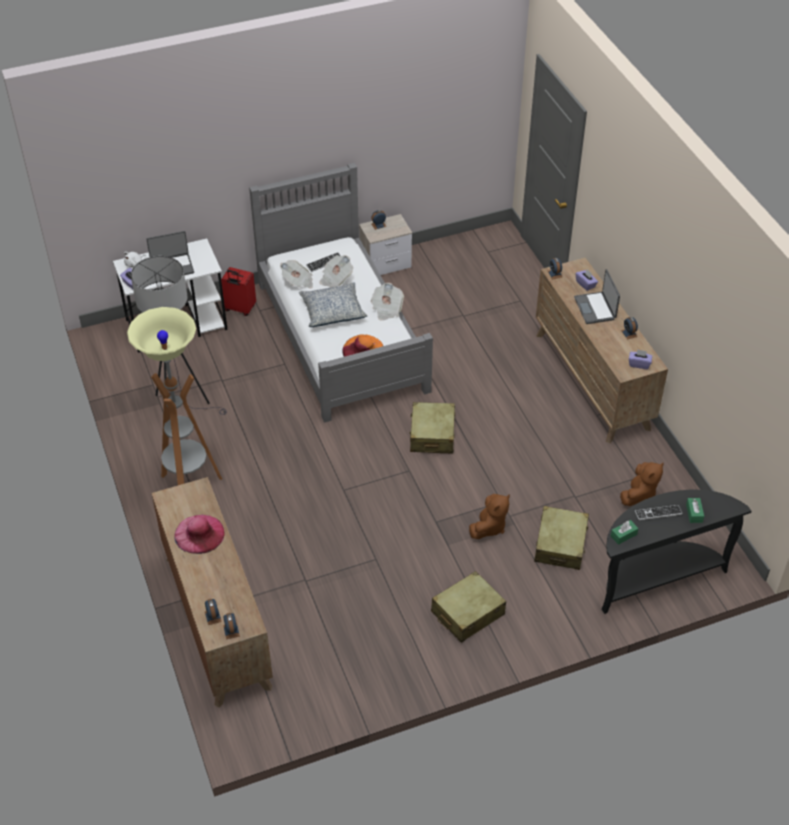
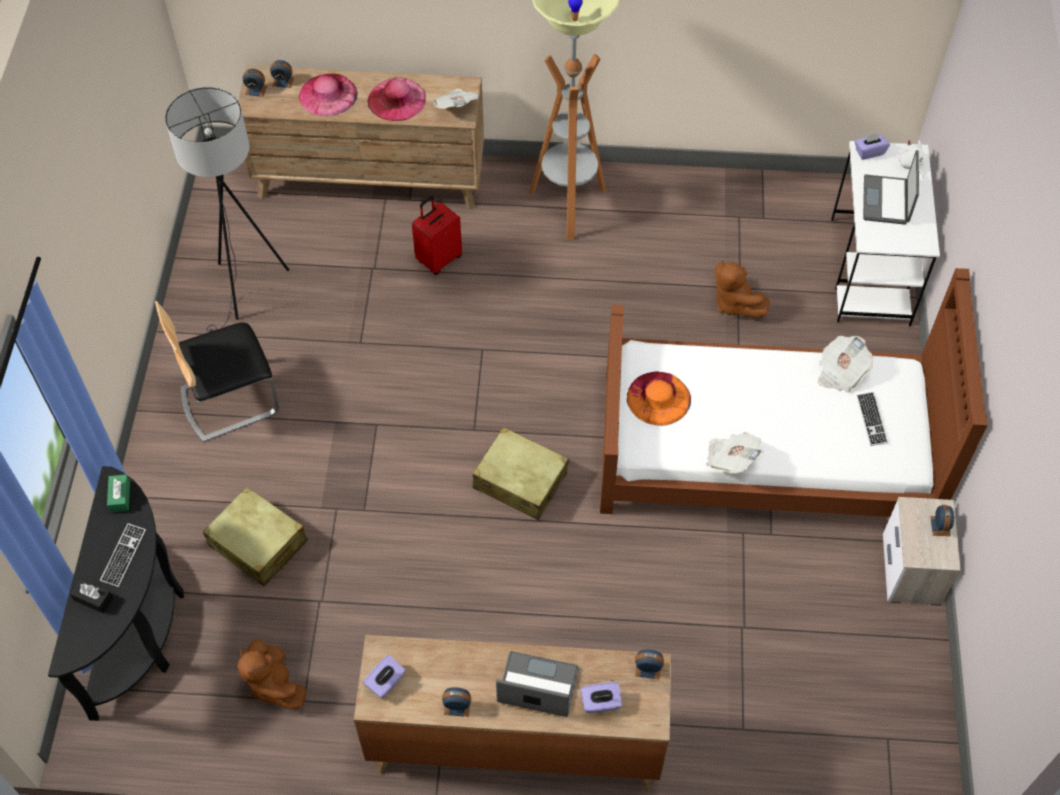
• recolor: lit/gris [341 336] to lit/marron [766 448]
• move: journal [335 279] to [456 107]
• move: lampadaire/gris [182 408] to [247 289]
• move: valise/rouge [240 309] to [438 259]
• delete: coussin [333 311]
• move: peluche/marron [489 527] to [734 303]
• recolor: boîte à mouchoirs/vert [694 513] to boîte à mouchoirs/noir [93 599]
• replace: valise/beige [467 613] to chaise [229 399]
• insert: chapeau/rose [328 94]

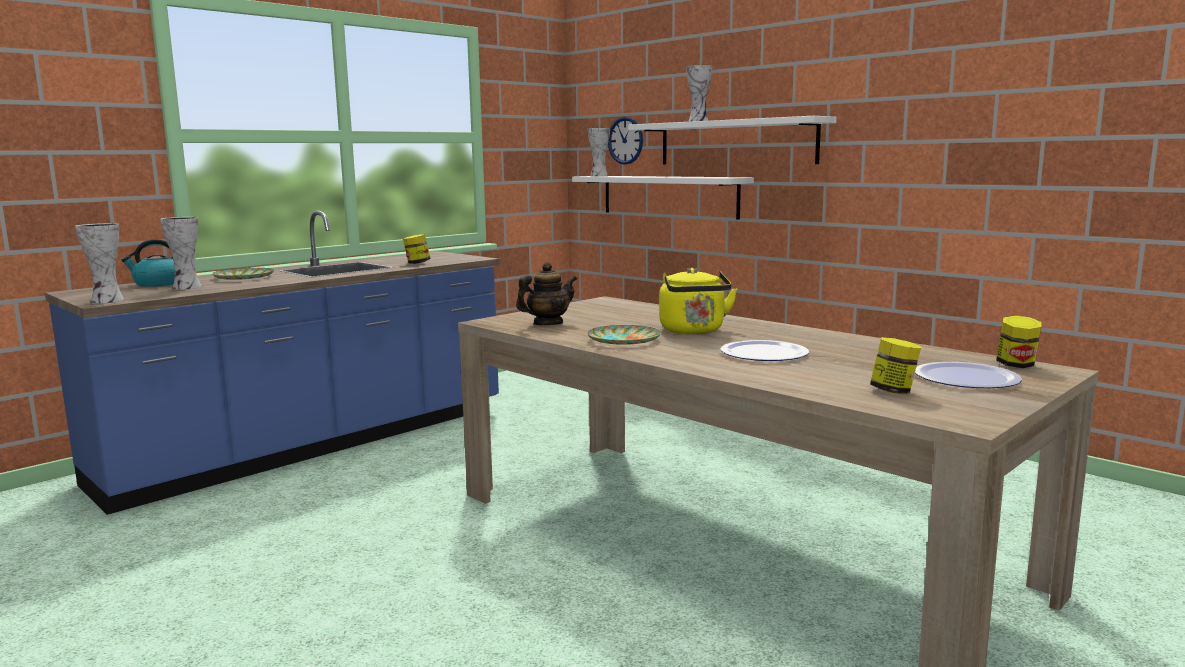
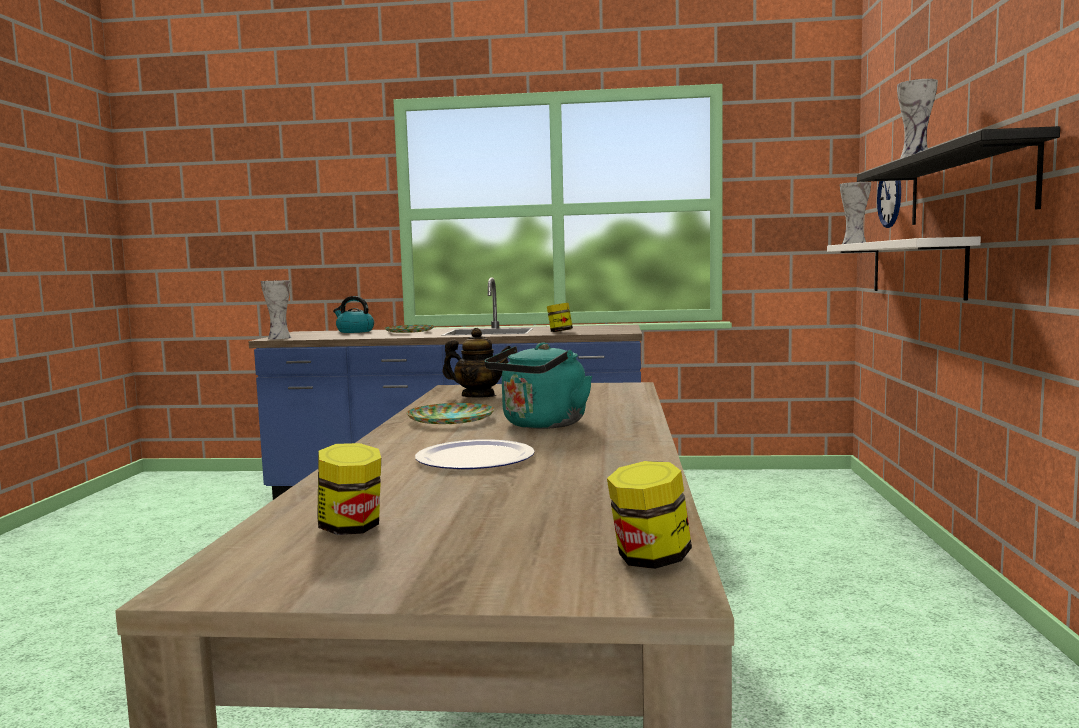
• recolor: étagère/blanc [735 142] to étagère/noir [967 186]
• delete: vase [185 287]
• recolor: bouilloire/jaune [693 331] to bouilloire/turquoise [541 425]
• delete: assiette [966 378]

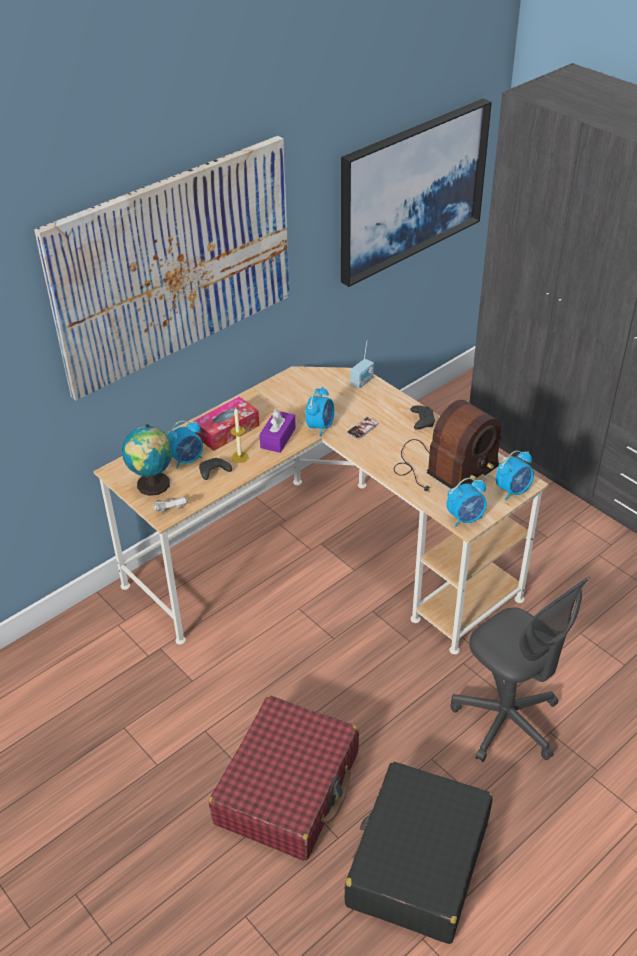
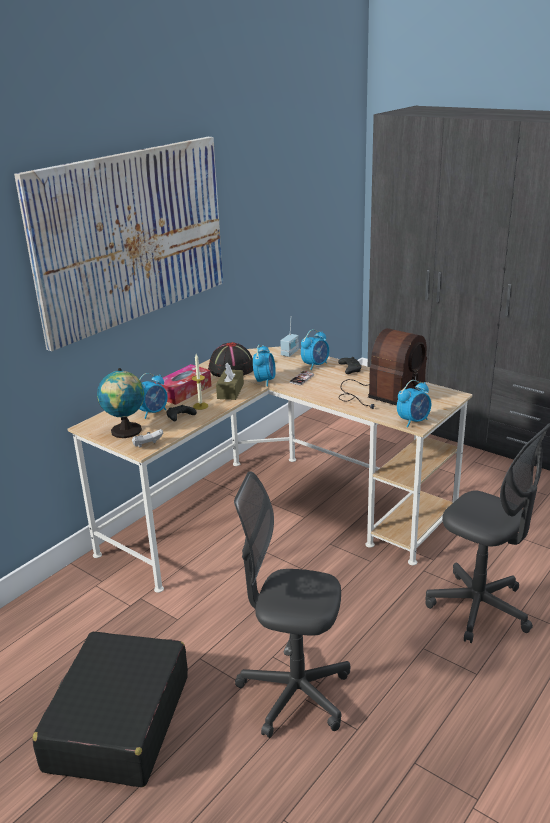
• delete: tableau [411 190]
• recolor: boîte à mouchoirs/violet [278 438] to boîte à mouchoirs/marron [230 391]
• move: réveil [513 490] to [315 365]
• replace: valise/rouge [288 788] to chaise de bureau/gris [294 694]
• move: valise/noir [417 862] to [118 722]
• insert: chapeau/noir [231 369]

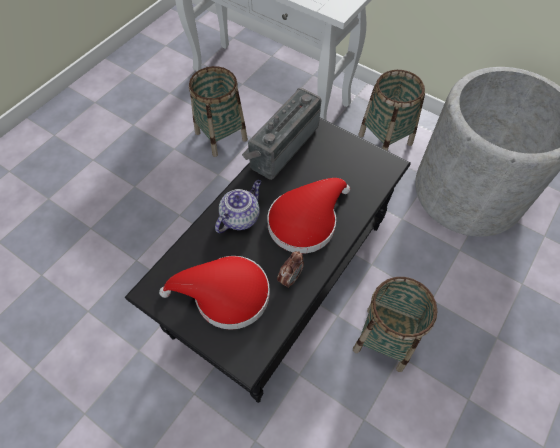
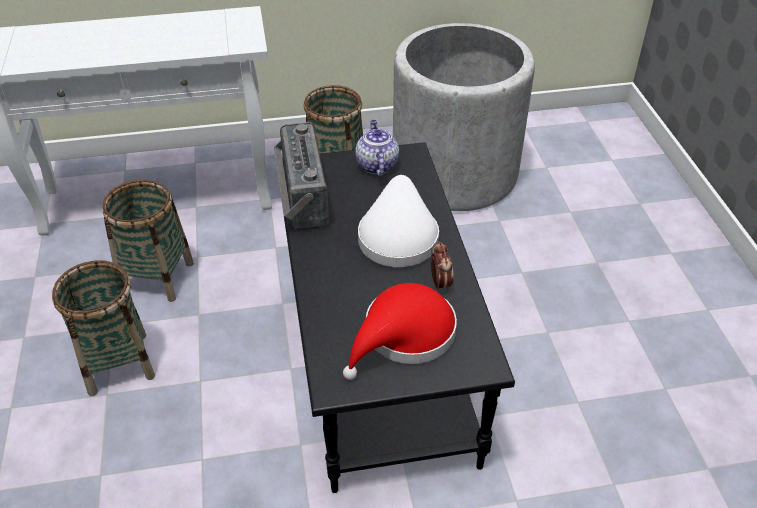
• recolor: chapeau/rouge [306 220] to chapeau/blanc [398 236]
• move: théière [240 217] to [376 165]
• move: panier [384 338] to [118 364]

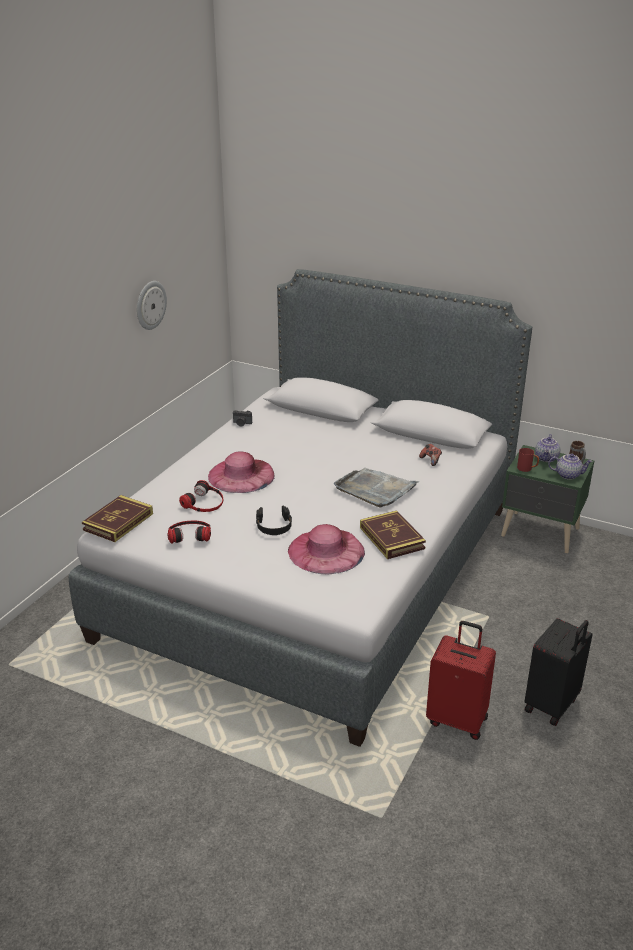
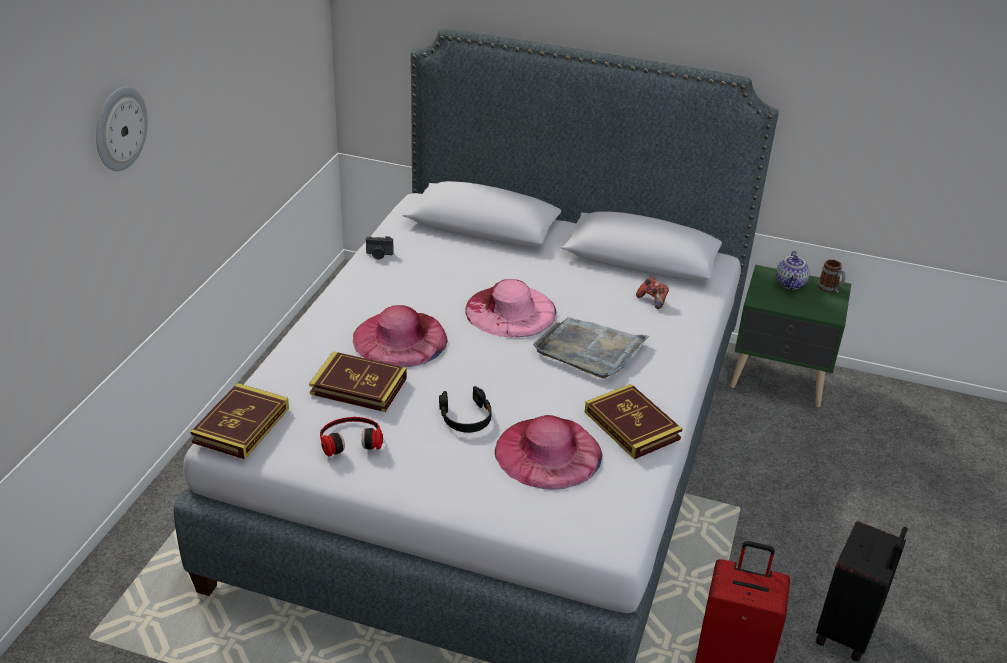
• move: horloge murale [150 305] to [119 128]
• delete: mug/rouge [527 469]
• delete: théière [568 475]
• replace: casque audio [204 502] to livre [358 386]
• insert: chapeau/rose [510 311]

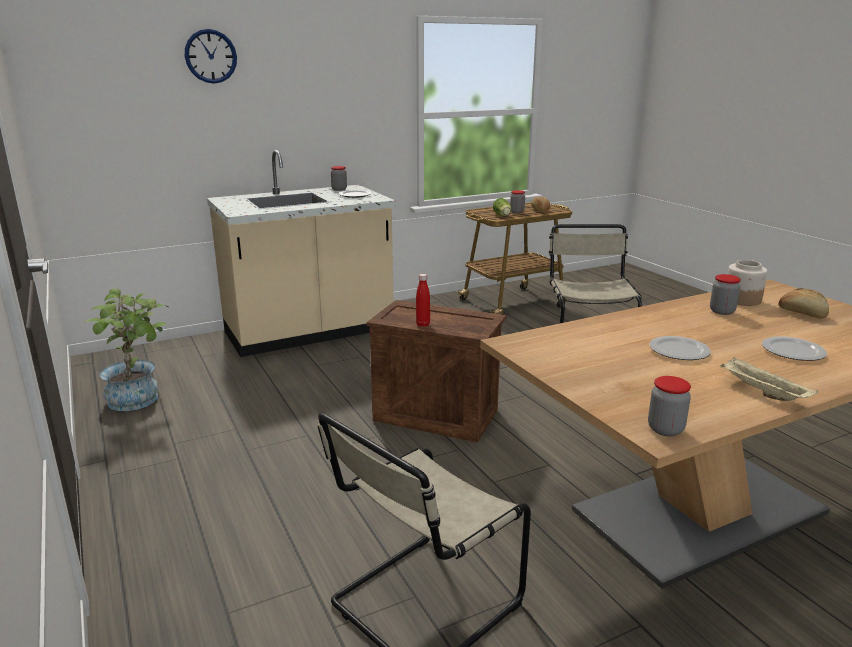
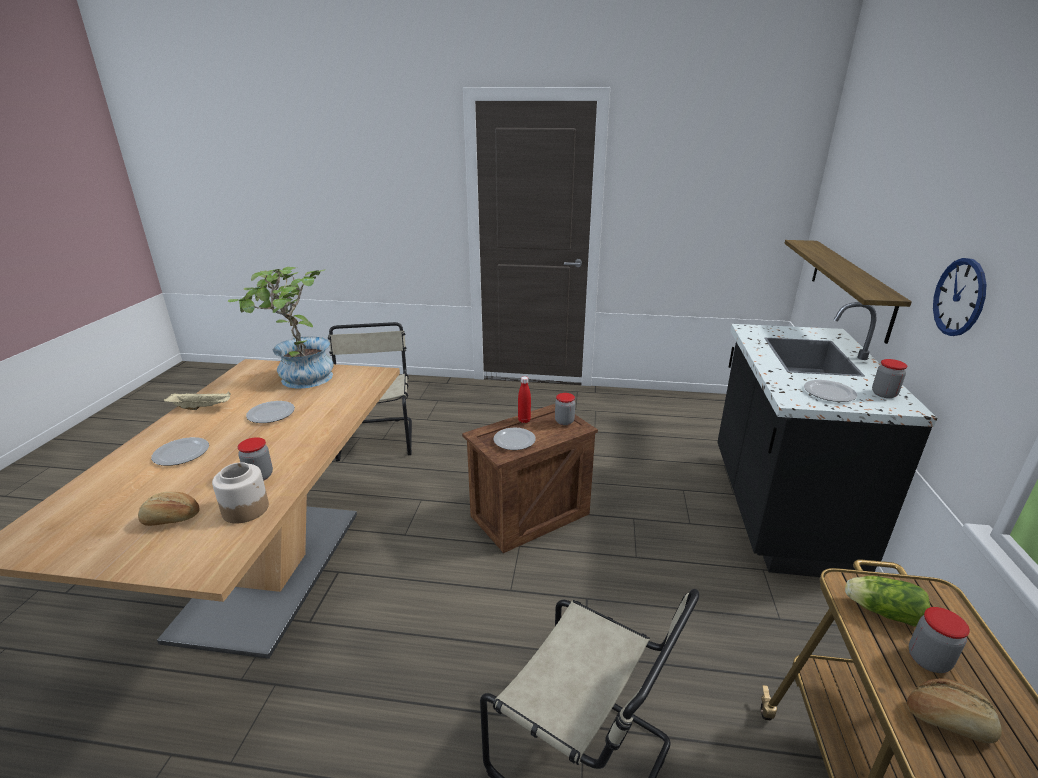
• move: horloge murale [210 56] to [959 297]
• recolor: comptoir de cuisine/beige [309 333] to comptoir de cuisine/noir [778 510]
• move: plante en pot [140 399] to [300 380]
• move: bocal [665 429] to [564 421]
• insert: étagère [850 286]
• insert: assiette [513 440]

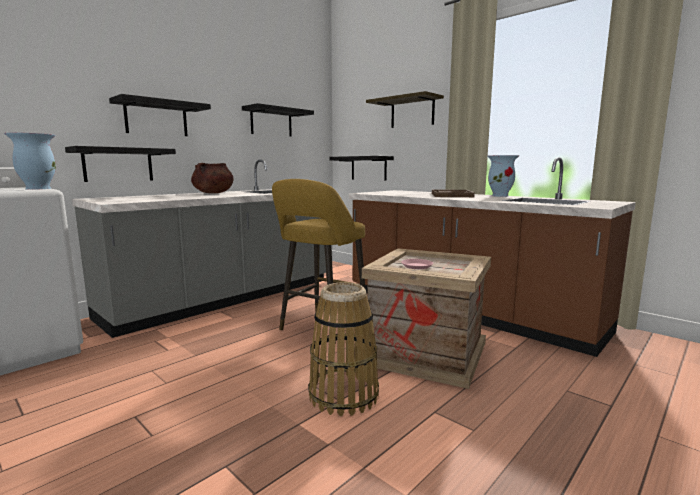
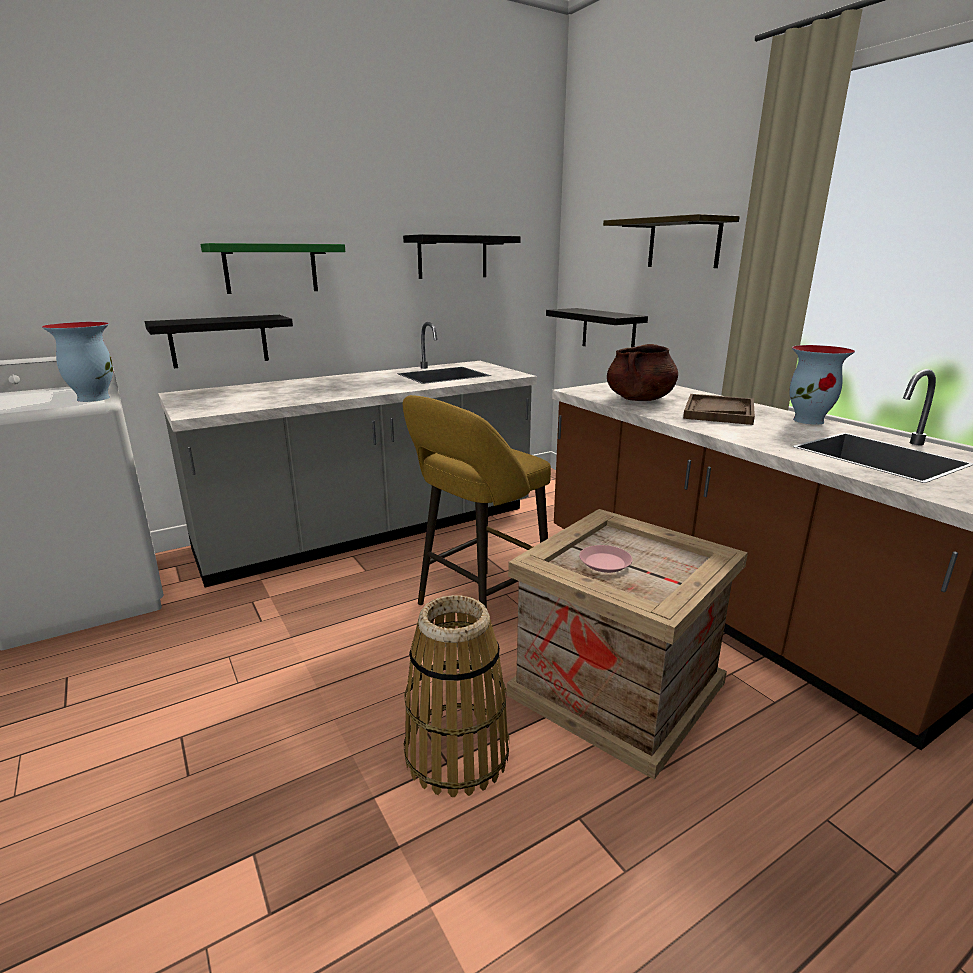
• recolor: étagère/noir [156 118] to étagère/vert [271 268]
• move: marmite/marron [213 193] to [639 399]

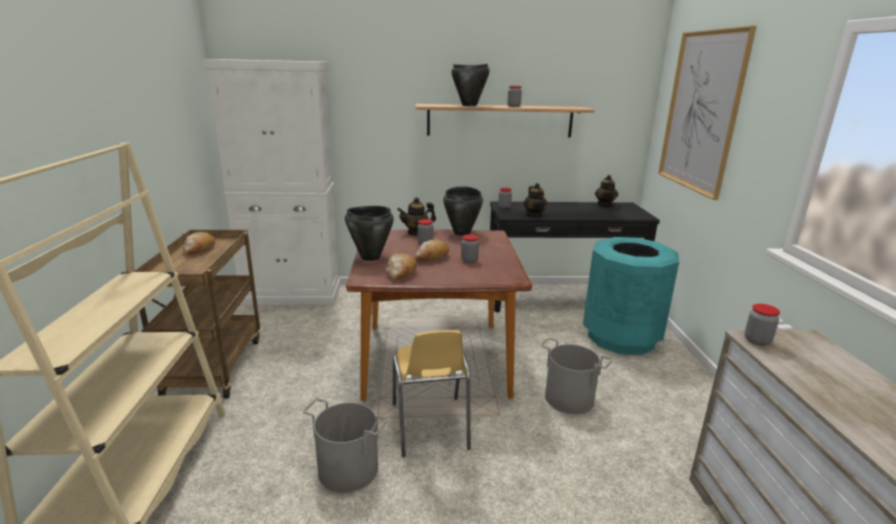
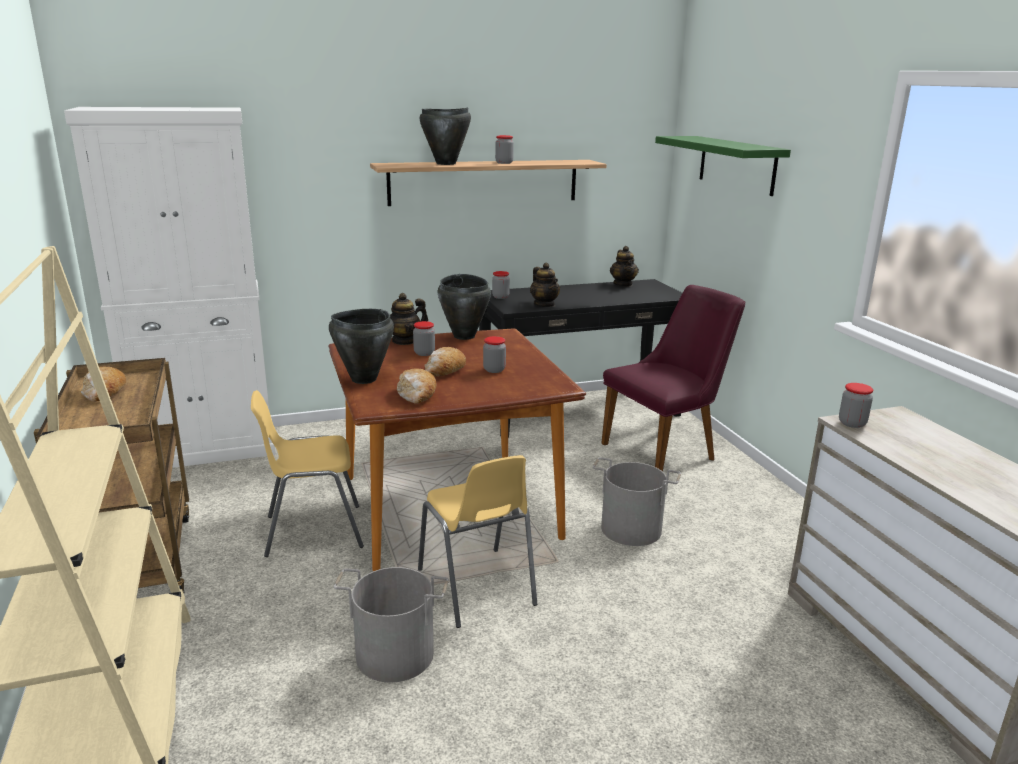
• replace: tableau [701 111] to étagère/vert [737 164]
• replace: poubelle/turquoise [621 337] to chaise/violet [667 450]
• insert: chaise/jaune [313 531]

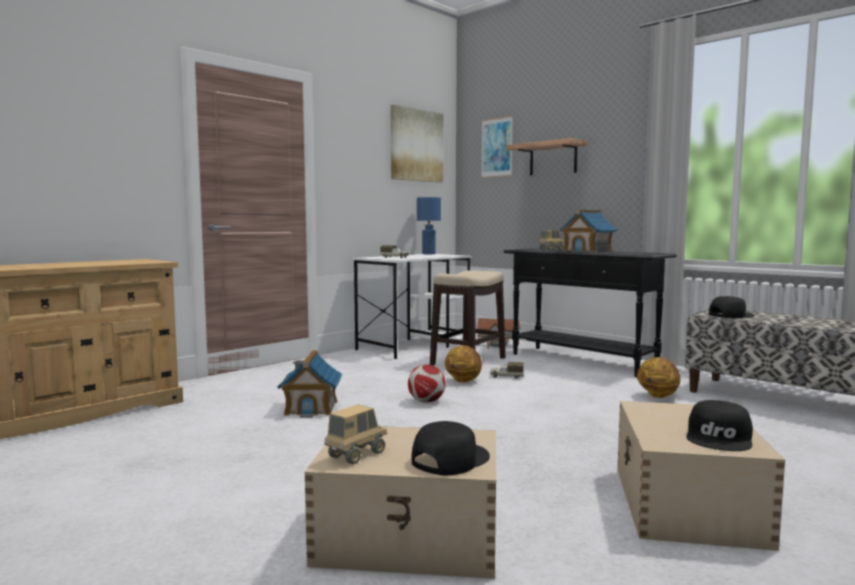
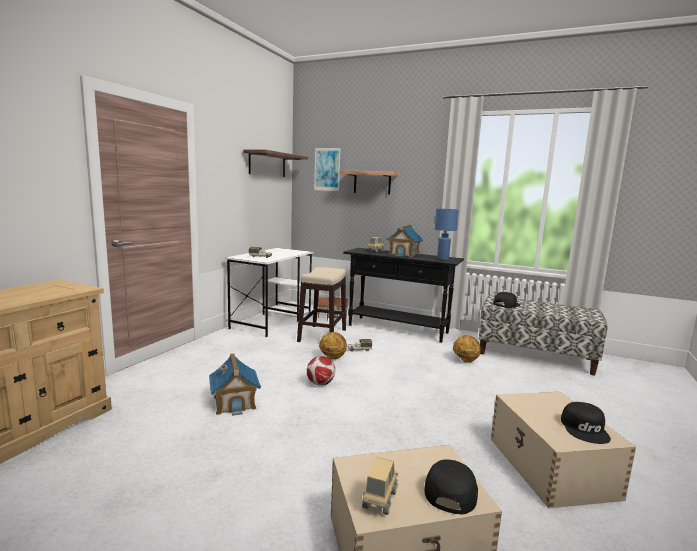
• replace: tableau [416 145] to étagère [267 164]
• move: lampe de table/bleu [428 254] to [442 259]

